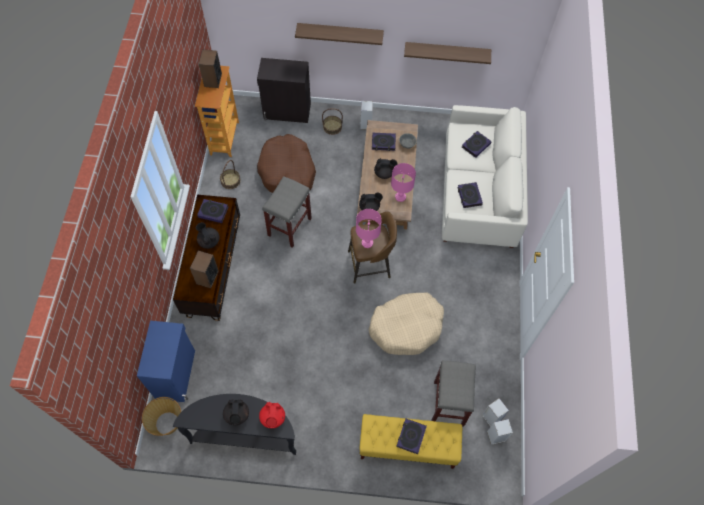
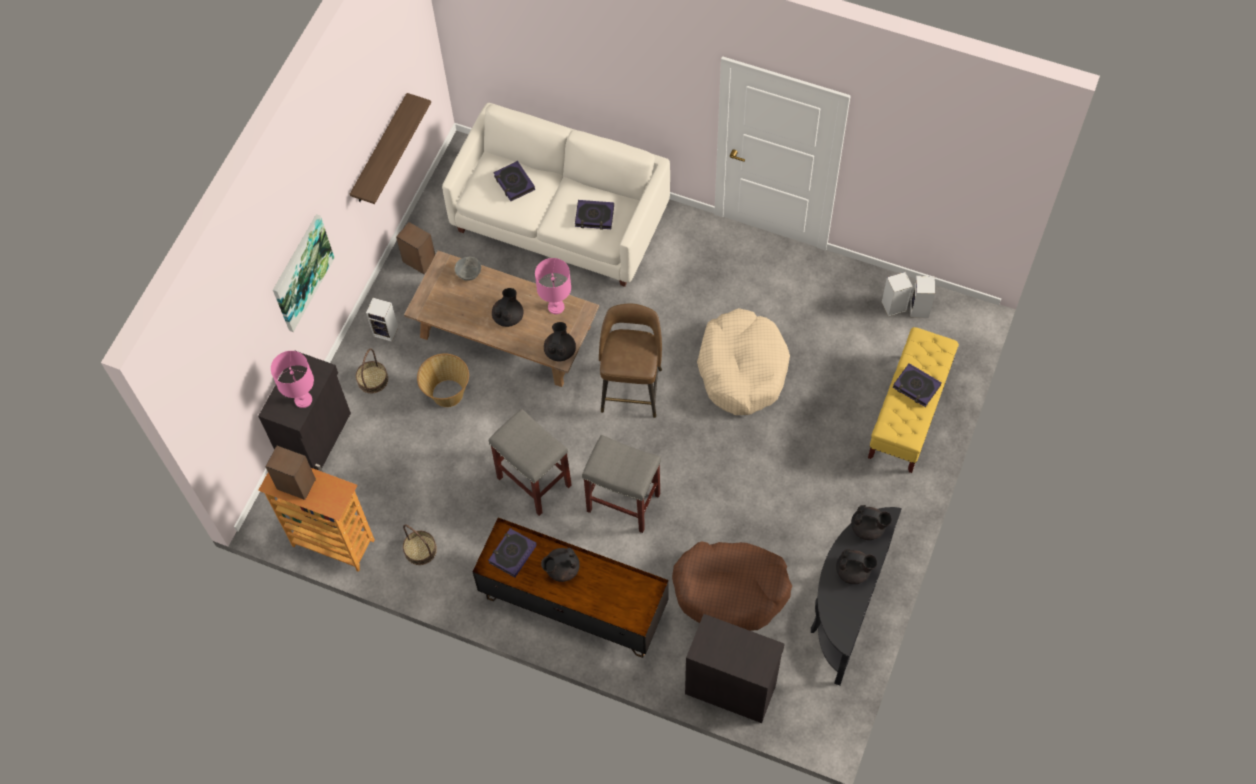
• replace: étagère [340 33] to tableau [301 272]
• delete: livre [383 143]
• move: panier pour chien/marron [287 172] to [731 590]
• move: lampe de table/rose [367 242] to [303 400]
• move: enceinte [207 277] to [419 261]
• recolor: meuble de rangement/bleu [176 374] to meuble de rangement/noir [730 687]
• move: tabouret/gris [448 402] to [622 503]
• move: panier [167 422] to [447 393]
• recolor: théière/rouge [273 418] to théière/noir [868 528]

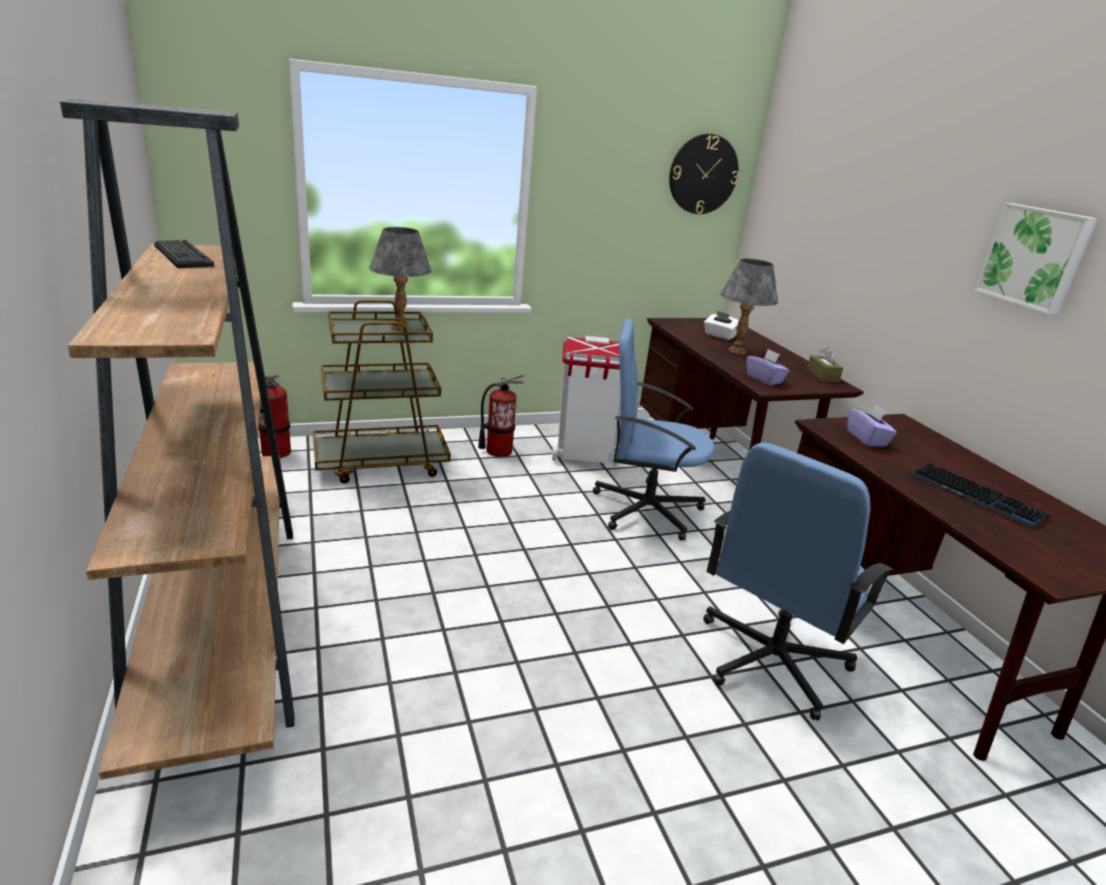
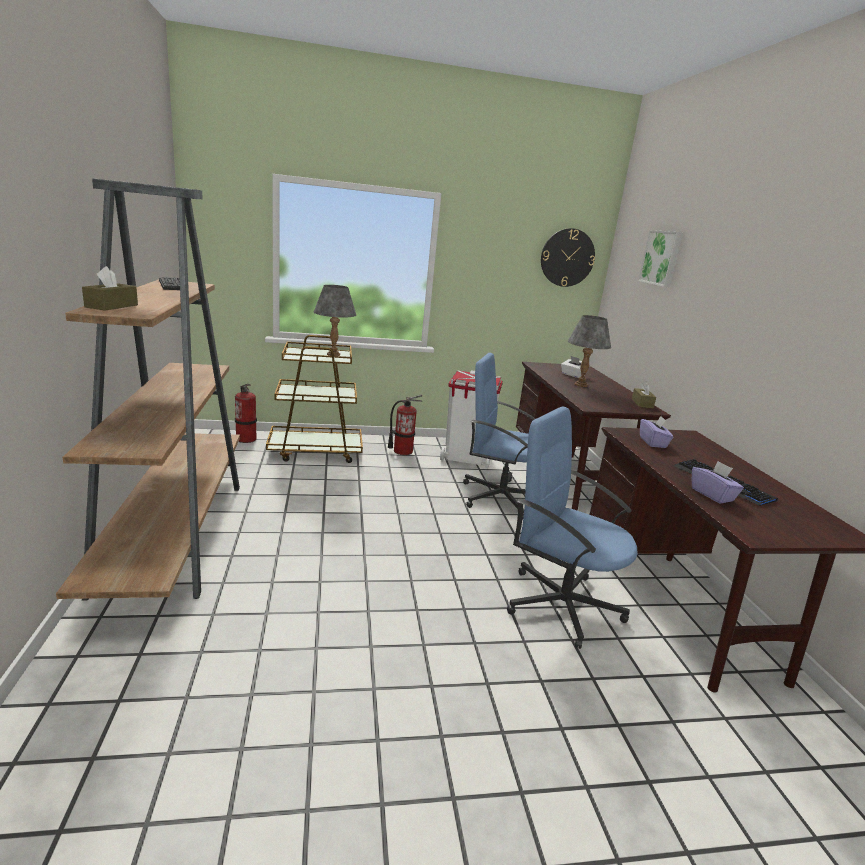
• move: tableau [1034 257] to [662 258]
• move: boîte à mouchoirs/violet [764 379] to [712 495]
• rotate: chaise de bureau/bleu [770 660] = [561 603] 75 degrees clockwise
• insert: boîte à mouchoirs/marron [112 306]

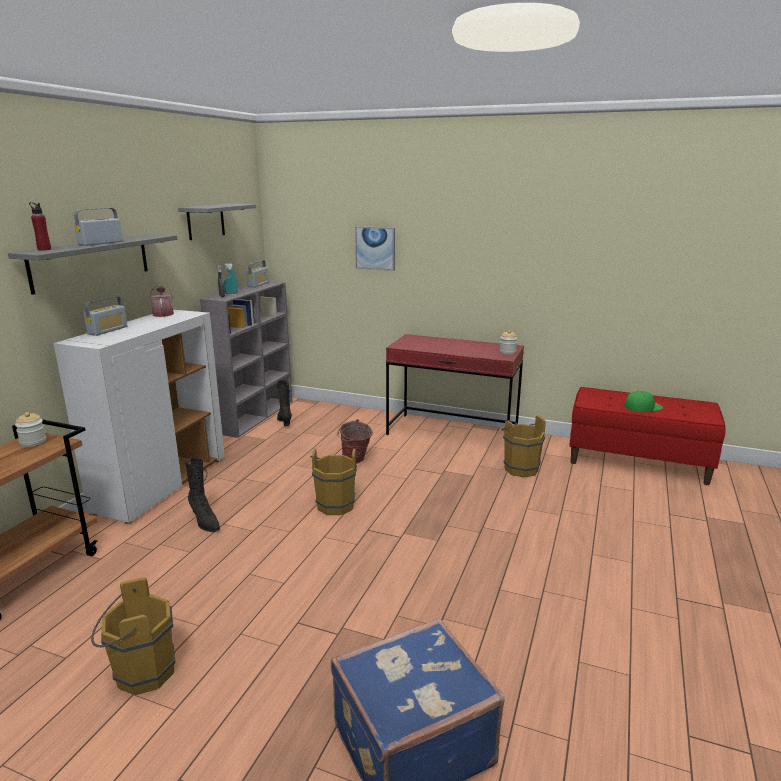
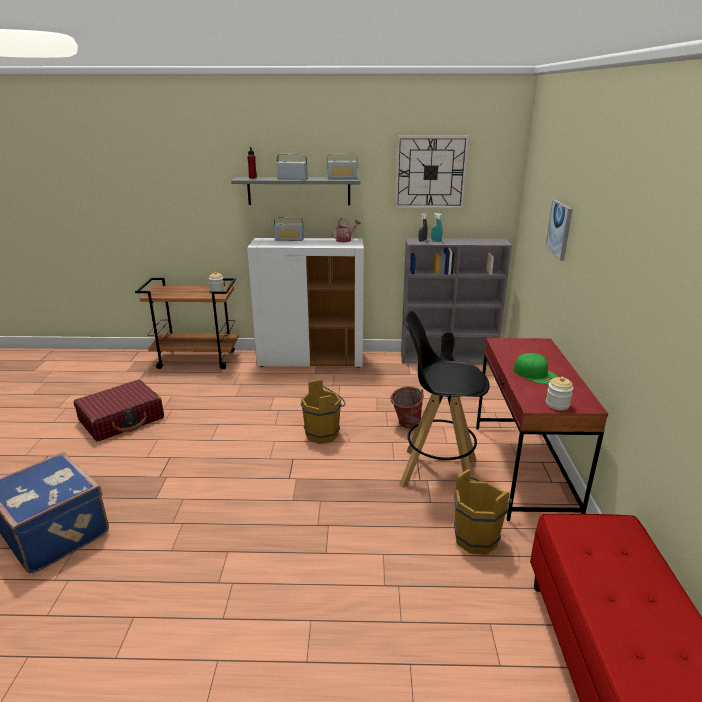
• replace: étagère/gris [205 221] to horloge murale [430 172]
• move: radio [258 284] to [342 178]
• move: casquette/vert [643 406] to [535 374]
• delete: botte/noir [204 521]
• replace: seau/marron [140 674] to valise/rouge [122 419]
• insert: tabouret/noir [437 472]

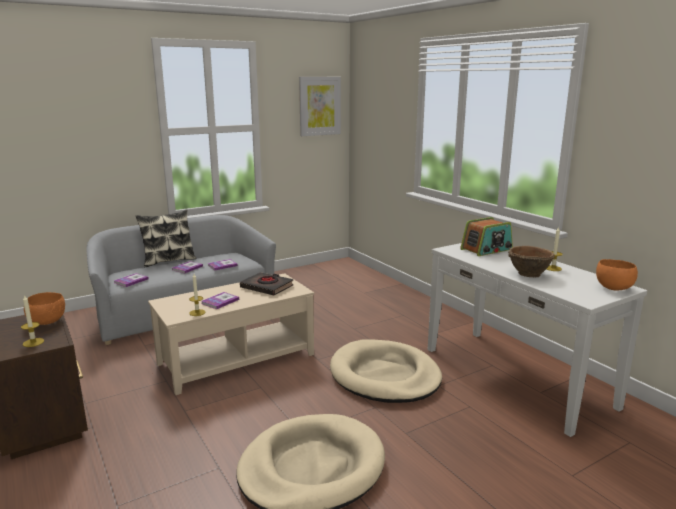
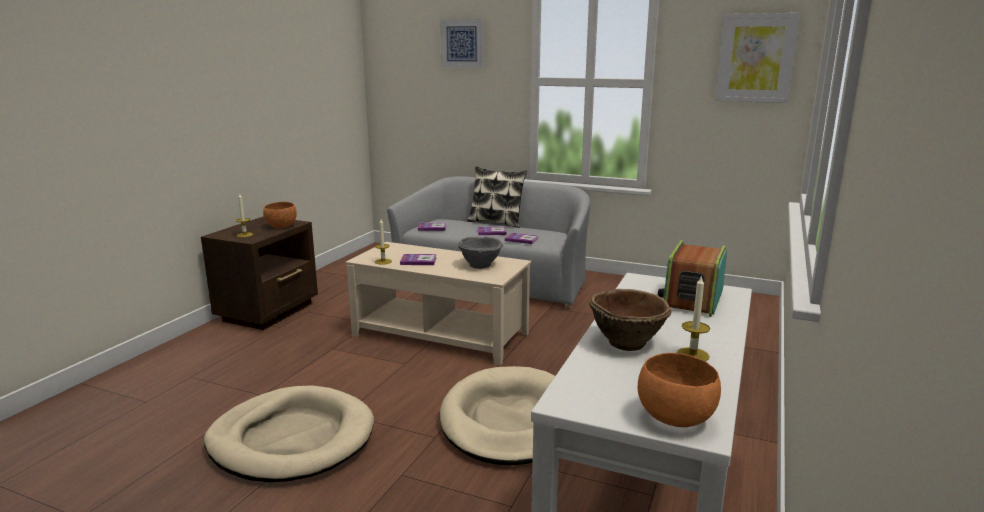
• rotate: radio [486 249] = [692 299] 90 degrees clockwise
• replace: livre/noir [267 287] to bol/gris [481 265]
• insert: tableau [462 43]

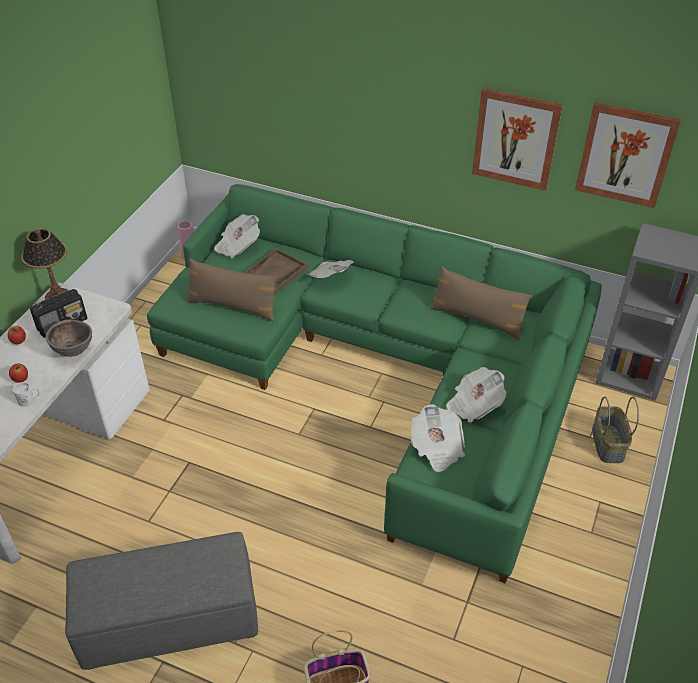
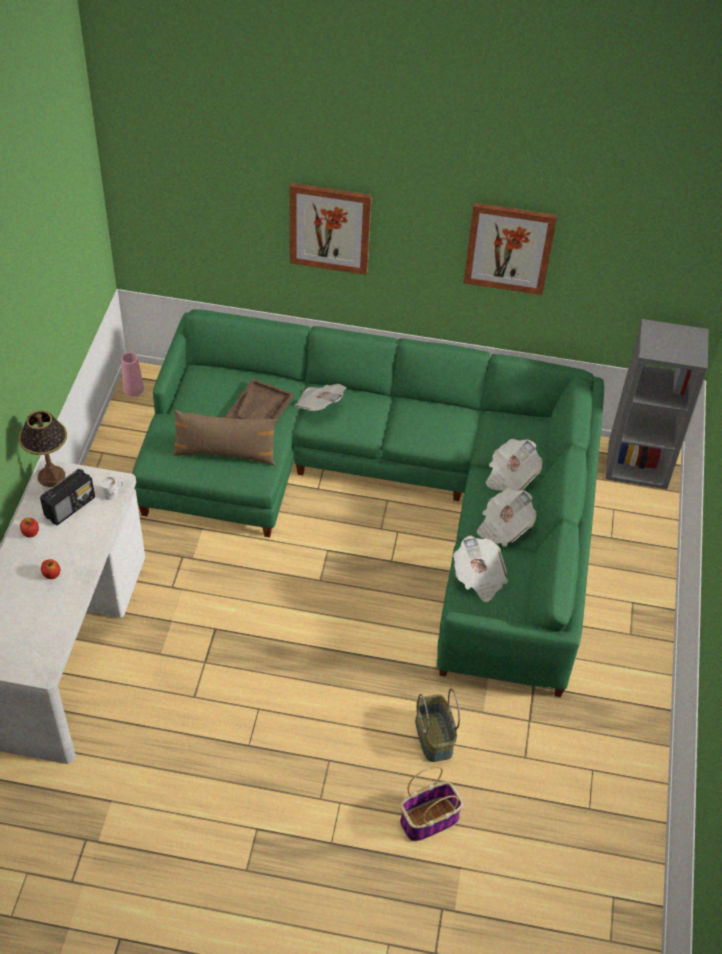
• move: tableau [625 154] to [330 228]
• move: journal [238 246] to [510 476]
• delete: coussin/marron [477 319]
• delete: bol/marron [74 351]
• move: mug/blanc [30 399] to [113 492]
• move: panier [607 443] to [432 736]
• delete: pouf/gris [171 621]

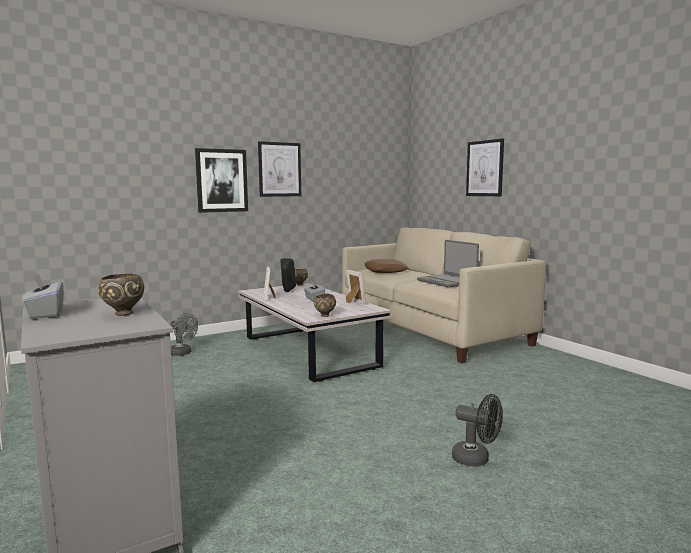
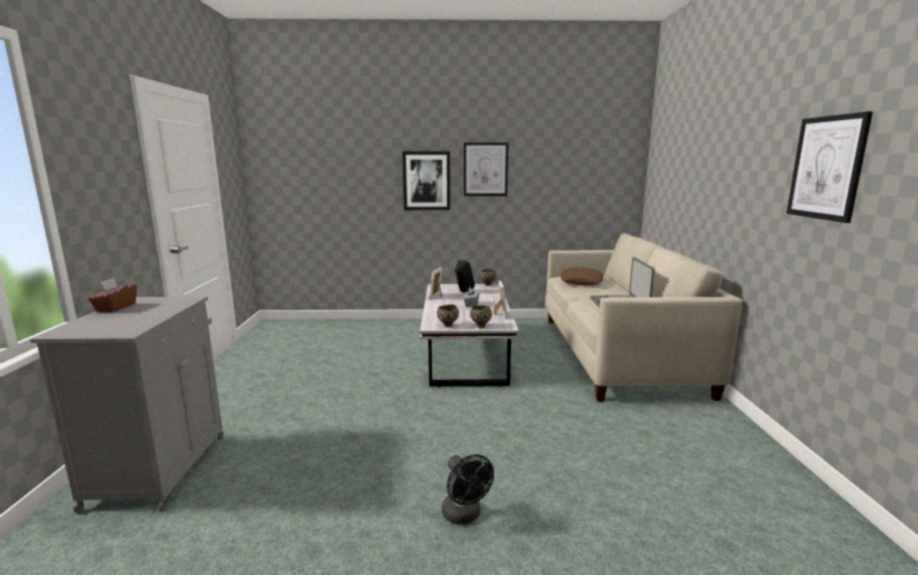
• move: tableau [485 168] to [827 168]
• recolor: boîte à mouchoirs/gris [45 314] to boîte à mouchoirs/marron [115 308]
• move: bol/marron [123 313] to [480 326]
• delete: ventilateur/gris [183 353]

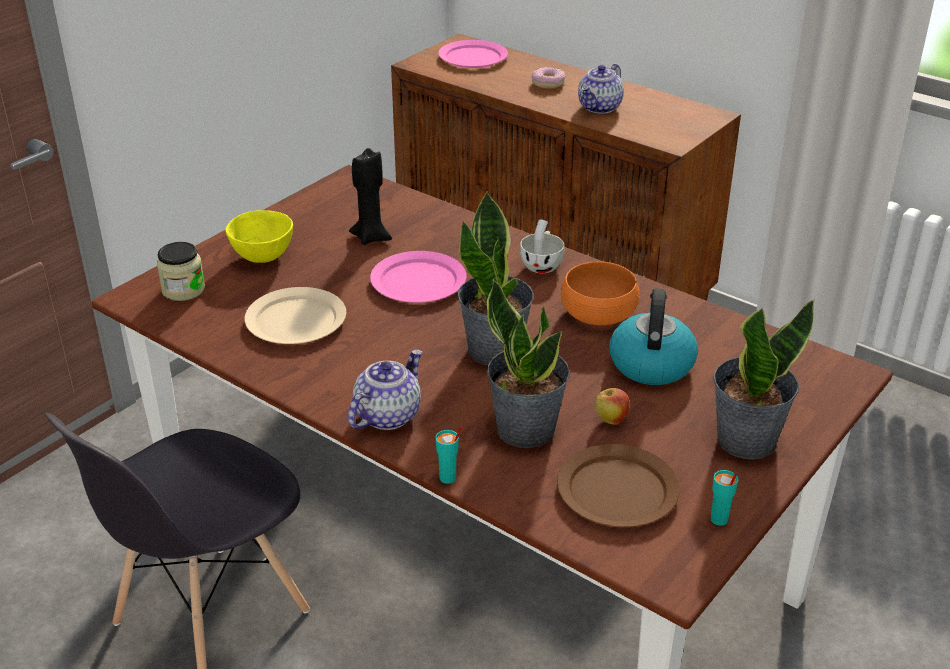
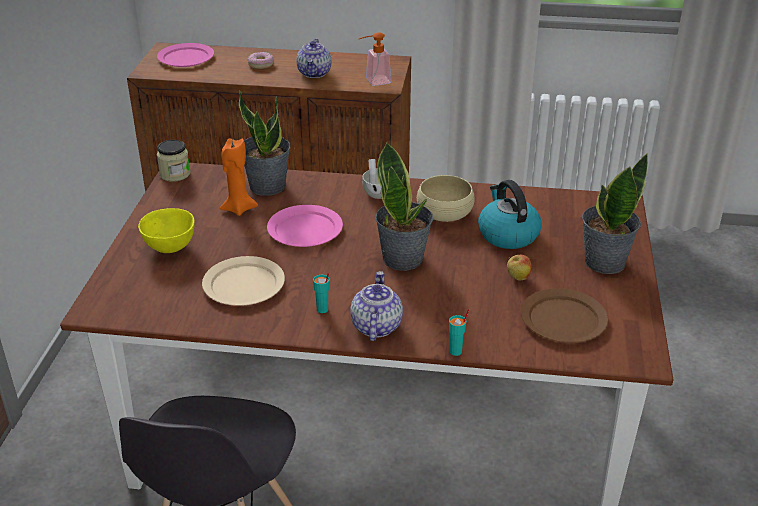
• recolor: bougie/noir [371 237] to bougie/orange [239 208]
• move: bocal [183 290] to [175 174]
• recolor: bol/orange [598 312] to bol/beige [444 212]
• move: plante en pot [526 428] to [267 186]
• move: tasse/turquoise [719 520] to [322 309]
• insert: distributeur de savon [373 81]

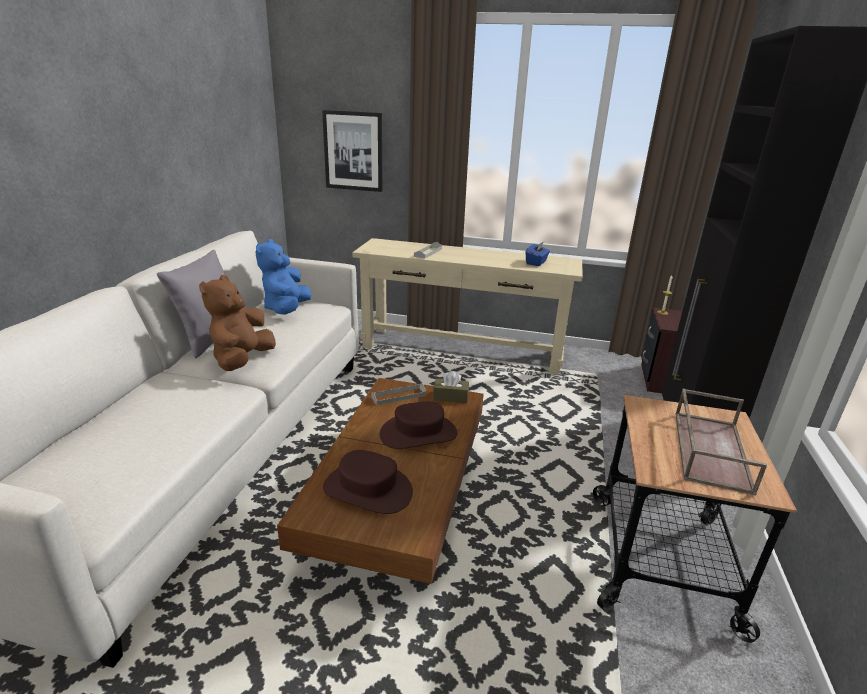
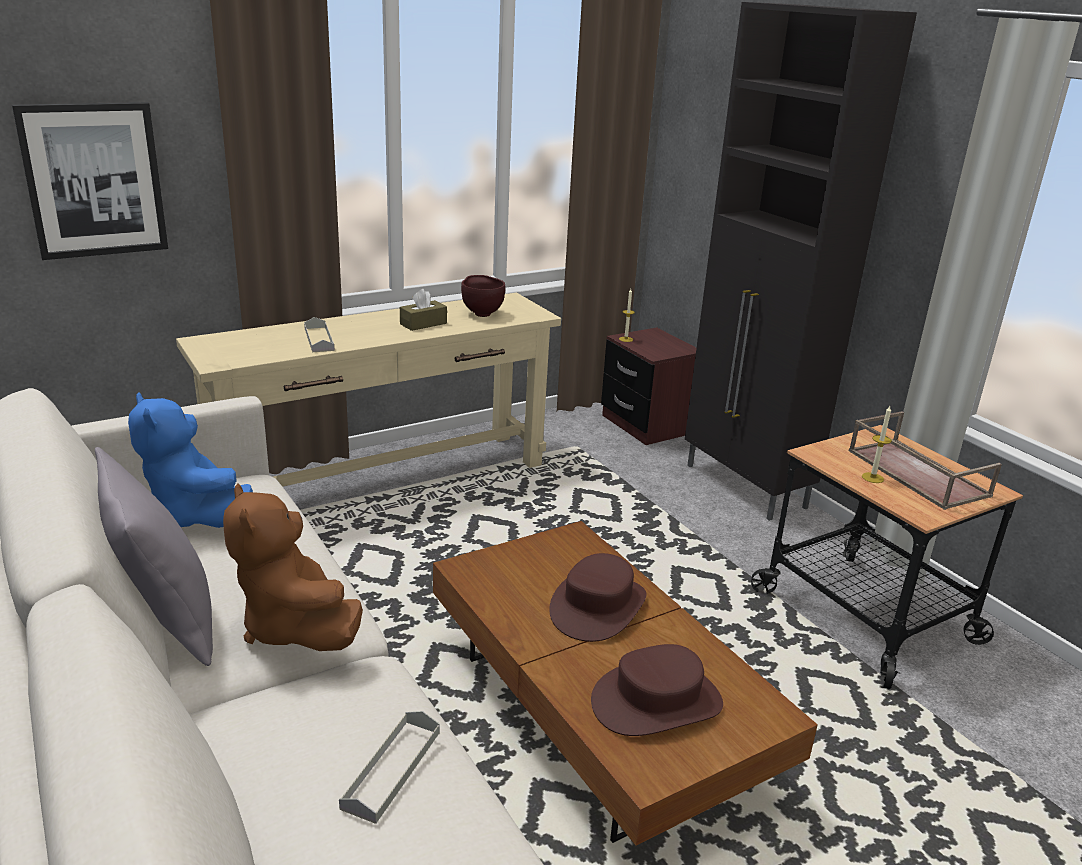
• replace: boîte à mouchoirs/bleu [536 262] to bol/marron [482 313]
• move: boîte à mouchoirs/marron [450 397] to [423 324]
• move: plateau/gris [399 396] to [392 769]
• insert: bougie [872 478]

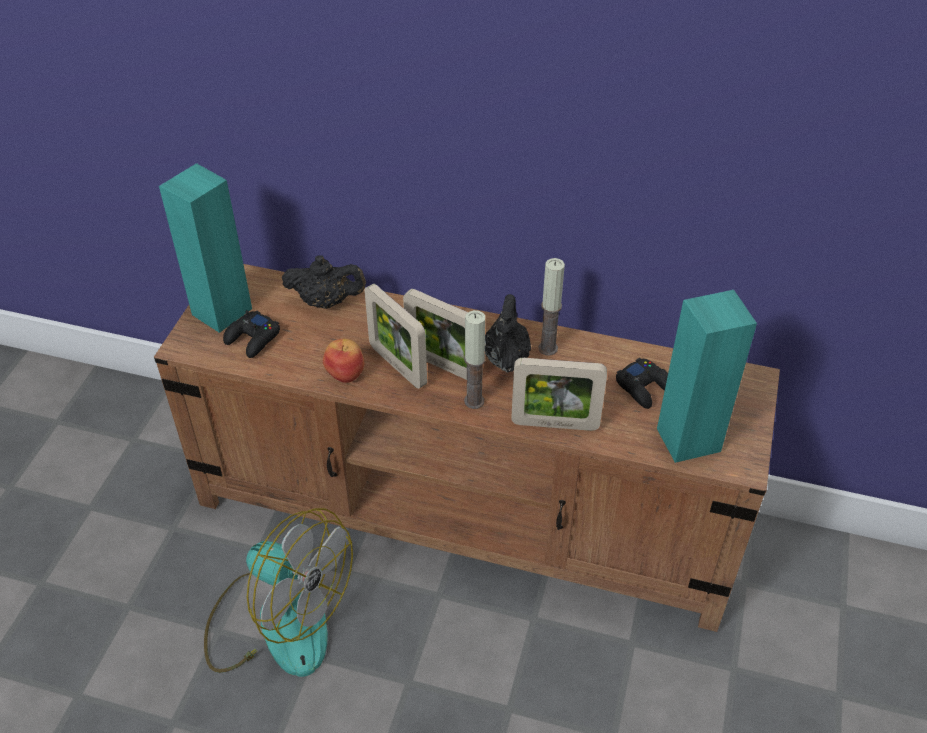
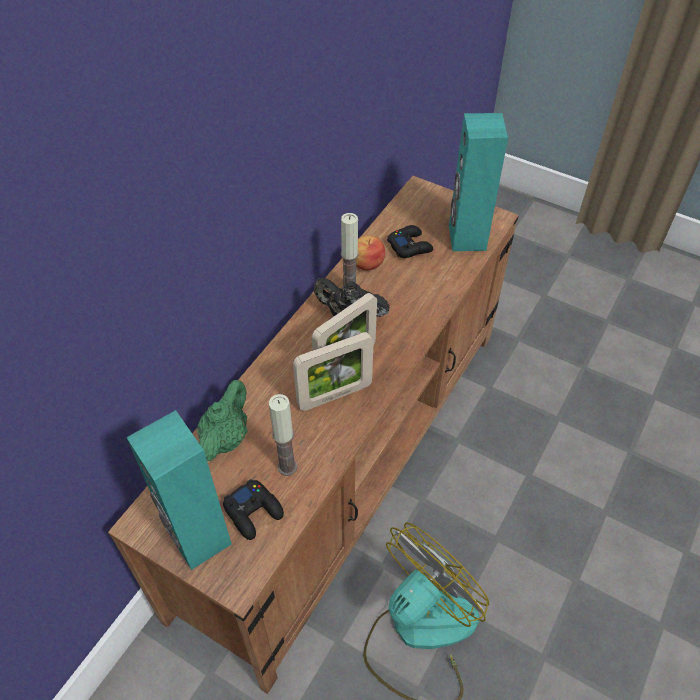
• recolor: théière/noir [326 302] to théière/vert [226 438]
• move: bougie [474 401] to [287 467]
• move: pomme [345 372] to [367 263]
• delete: cadre photo [555 424]

